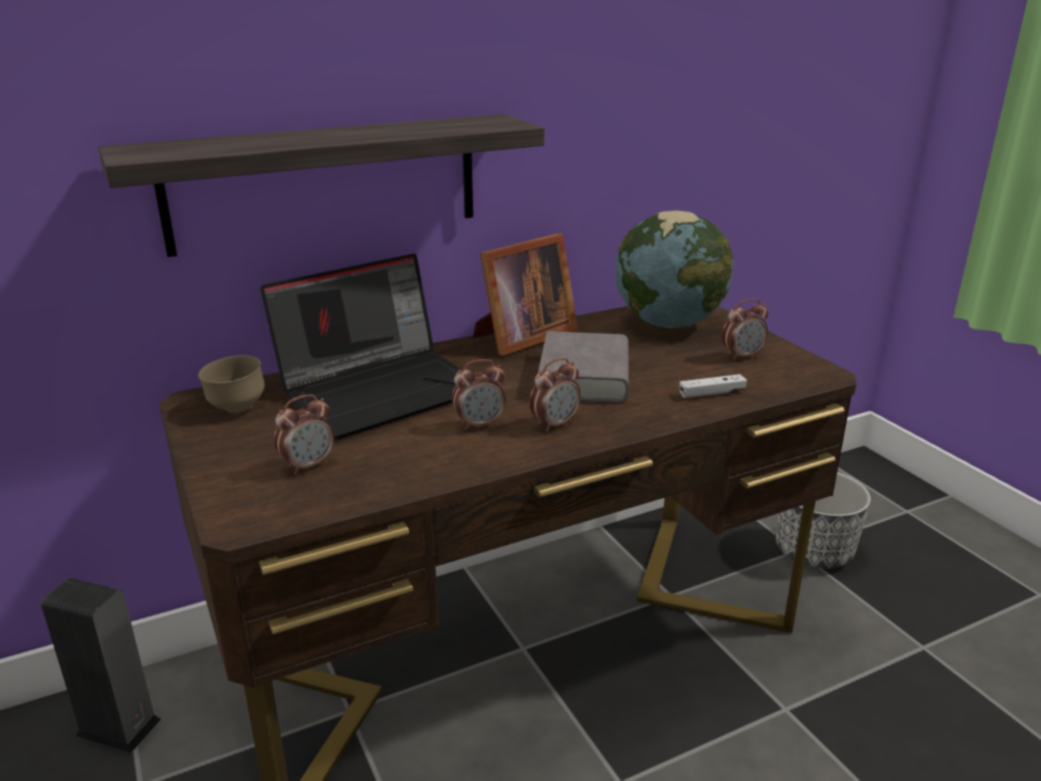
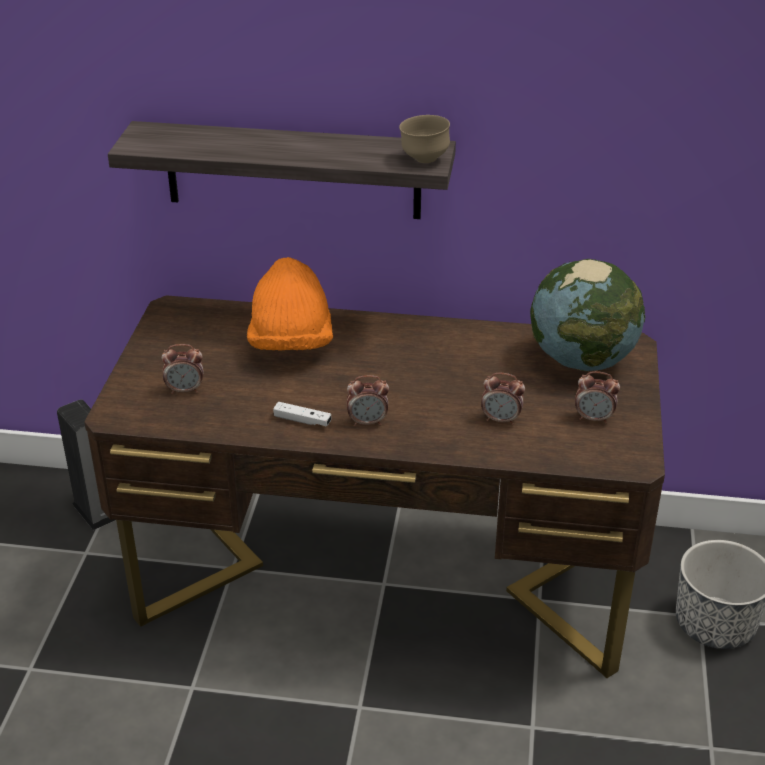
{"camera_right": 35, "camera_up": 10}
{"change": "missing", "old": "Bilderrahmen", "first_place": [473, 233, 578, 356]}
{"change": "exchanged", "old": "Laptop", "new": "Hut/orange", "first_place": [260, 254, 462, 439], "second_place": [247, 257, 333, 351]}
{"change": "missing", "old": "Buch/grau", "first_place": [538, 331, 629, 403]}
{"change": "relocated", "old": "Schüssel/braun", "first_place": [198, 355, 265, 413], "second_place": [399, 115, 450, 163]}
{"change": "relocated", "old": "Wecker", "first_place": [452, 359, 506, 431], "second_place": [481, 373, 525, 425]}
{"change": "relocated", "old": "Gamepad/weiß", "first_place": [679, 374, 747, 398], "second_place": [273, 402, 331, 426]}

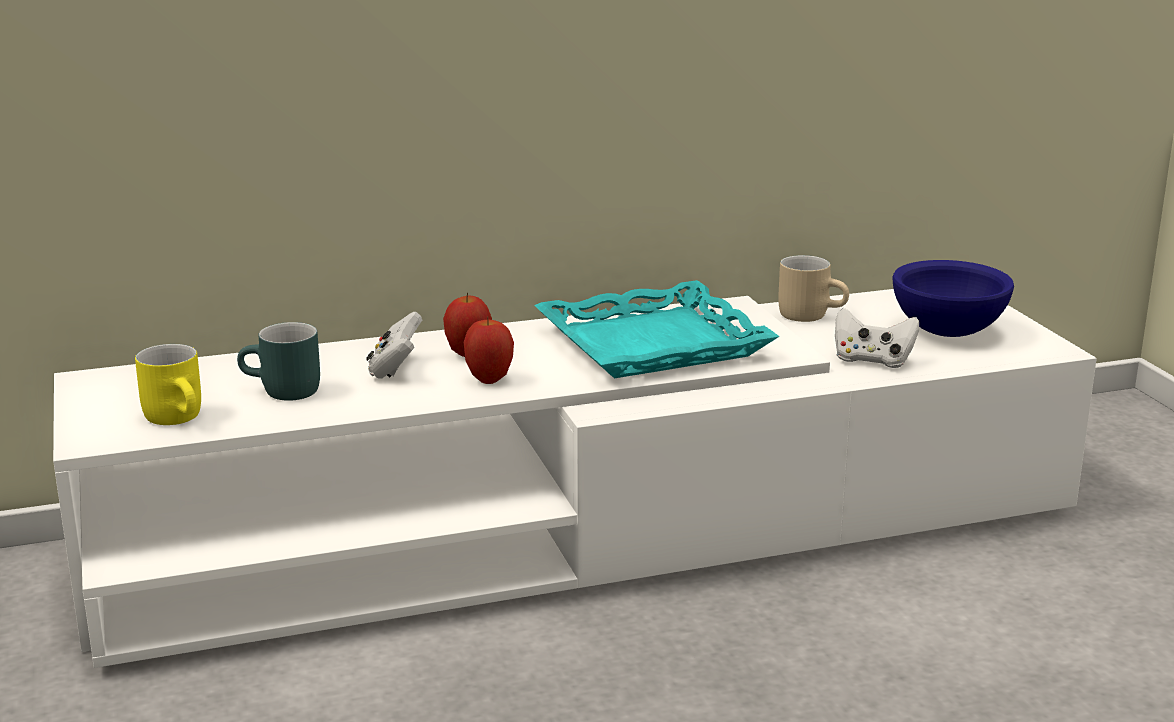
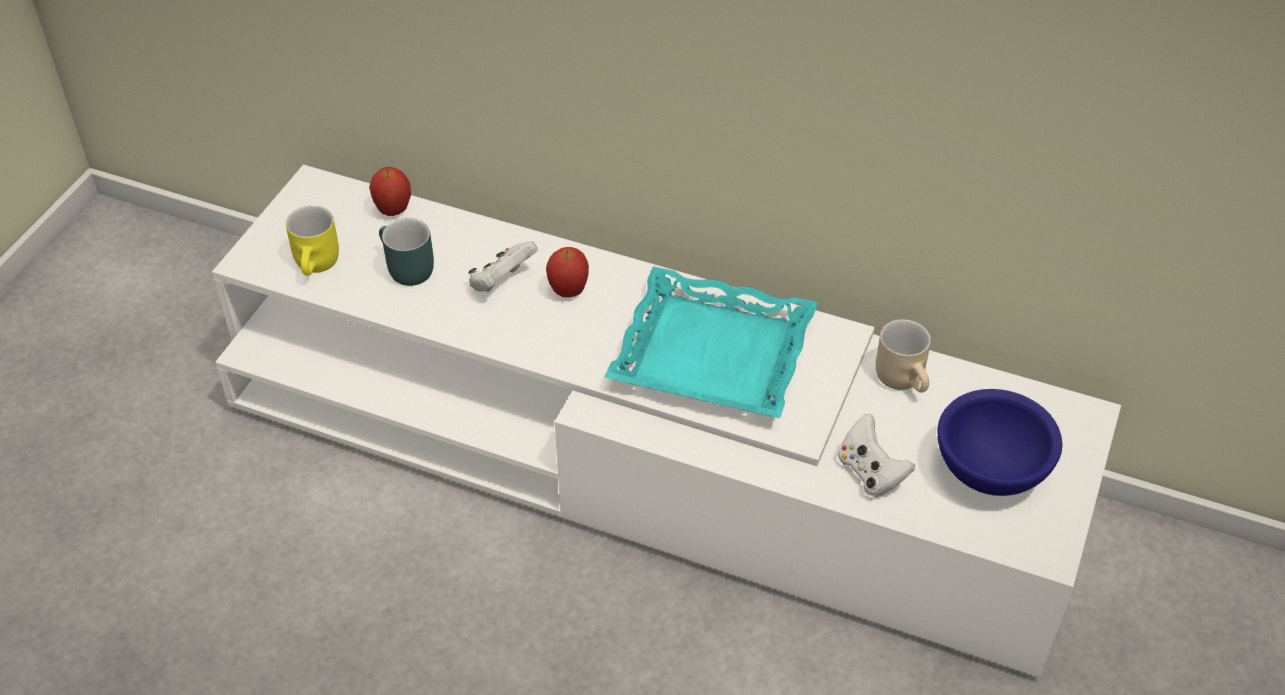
{"camera_right": 40, "camera_up": 25}
{"change": "relocated", "old": "Apfel", "first_place": [464, 317, 514, 384], "second_place": [369, 167, 411, 216]}

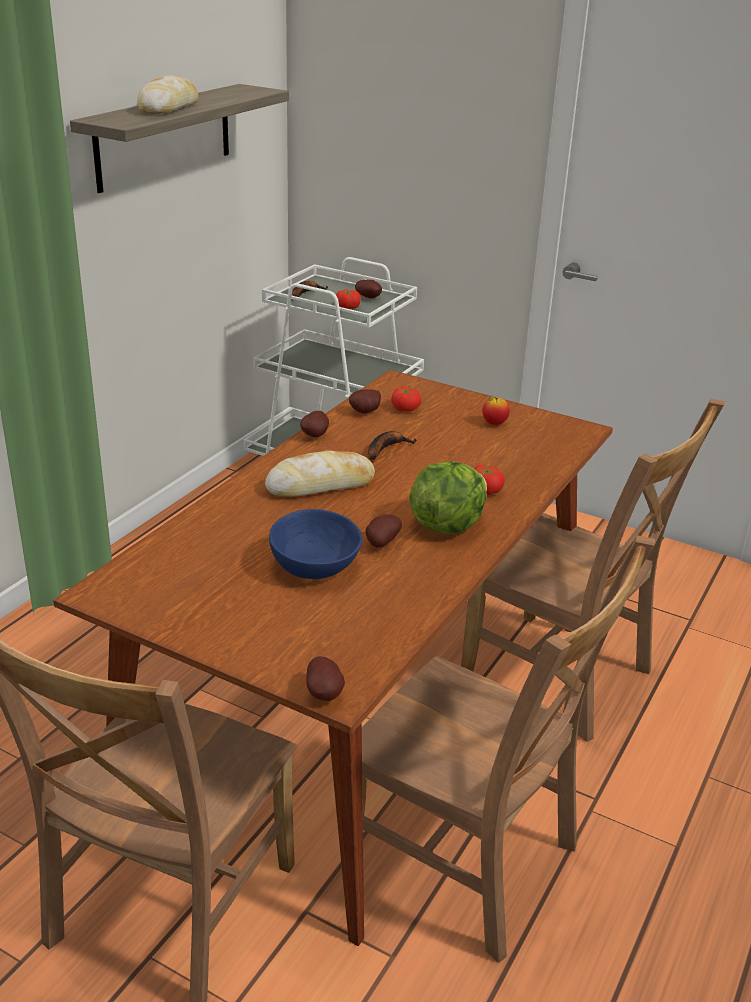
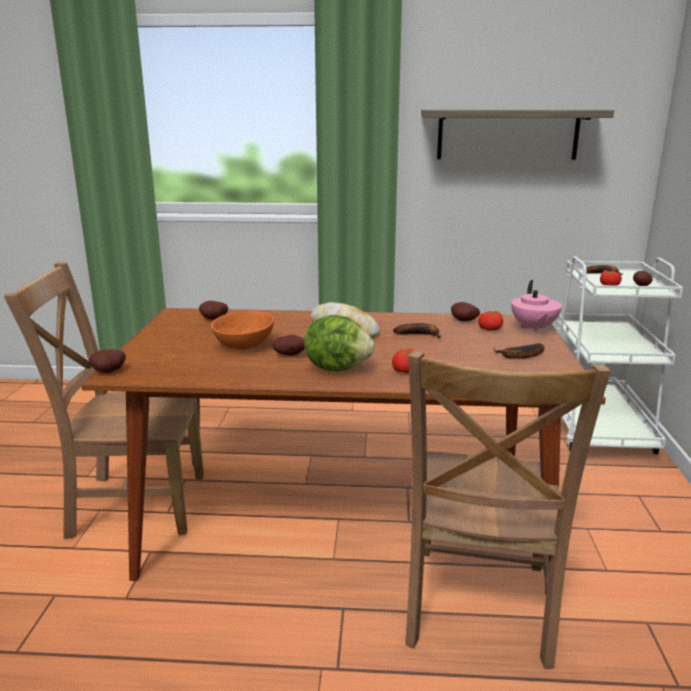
{"camera_right": 65, "camera_up": -10}
{"change": "missing", "old": "Brot", "first_place": [137, 75, 199, 114]}
{"change": "exchanged", "old": "Apfel", "new": "Banane", "first_place": [482, 395, 510, 425], "second_place": [493, 343, 545, 359]}
{"change": "relocated", "old": "Kartoffel", "first_place": [300, 411, 329, 437], "second_place": [199, 301, 228, 320]}
{"change": "colour", "old": "Schüssel/blau", "new": "Schüssel/orange", "first_place": [269, 509, 362, 579], "second_place": [211, 311, 274, 350]}
{"change": "missing", "old": "Stuhl/braun", "first_place": [341, 535, 655, 963]}
{"change": "appeared", "new": "Teekanne/rosa", "second_place": [511, 280, 562, 332]}

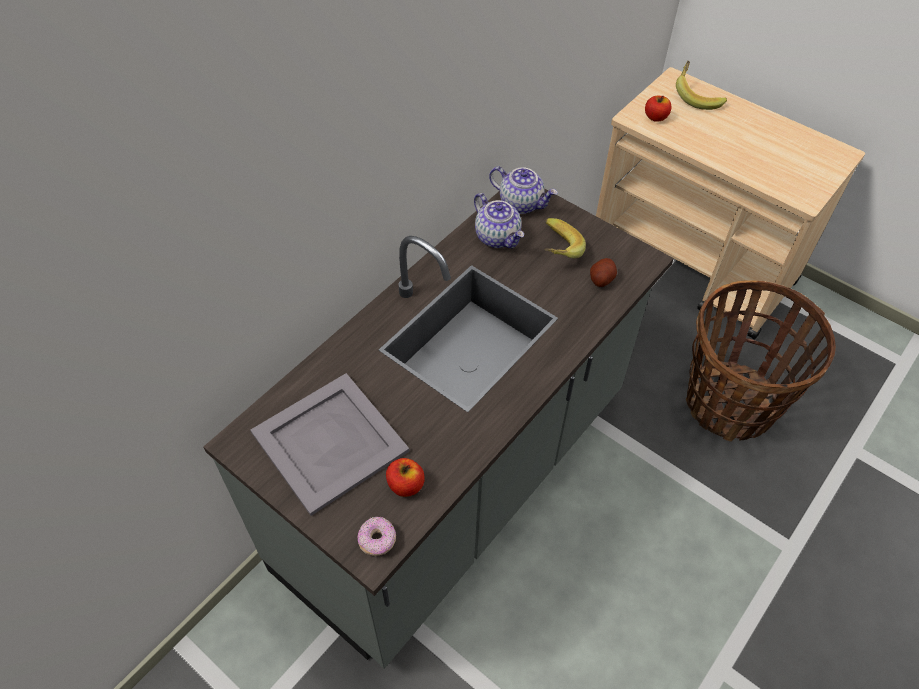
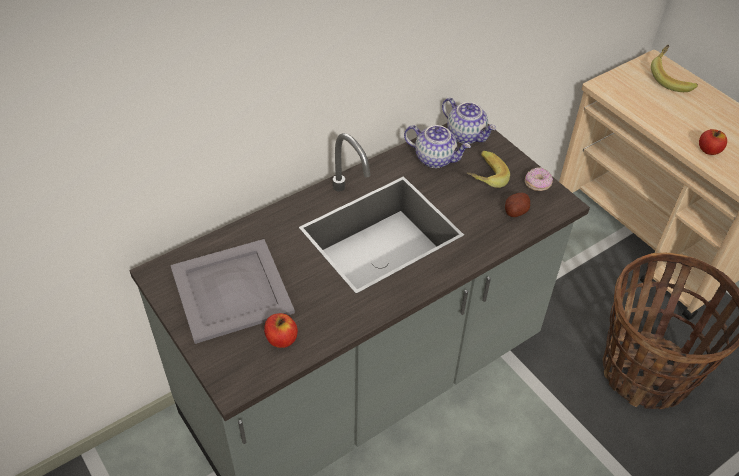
{"camera_right": 15, "camera_up": -5}
{"change": "relocated", "old": "Apfel", "first_place": [645, 96, 671, 122], "second_place": [699, 129, 727, 155]}
{"change": "spun", "old": "Teekanne", "first_place": [474, 193, 524, 248], "second_place": [404, 125, 471, 168], "degrees": -45}
{"change": "relocated", "old": "Donut", "first_place": [358, 516, 396, 556], "second_place": [525, 167, 553, 191]}

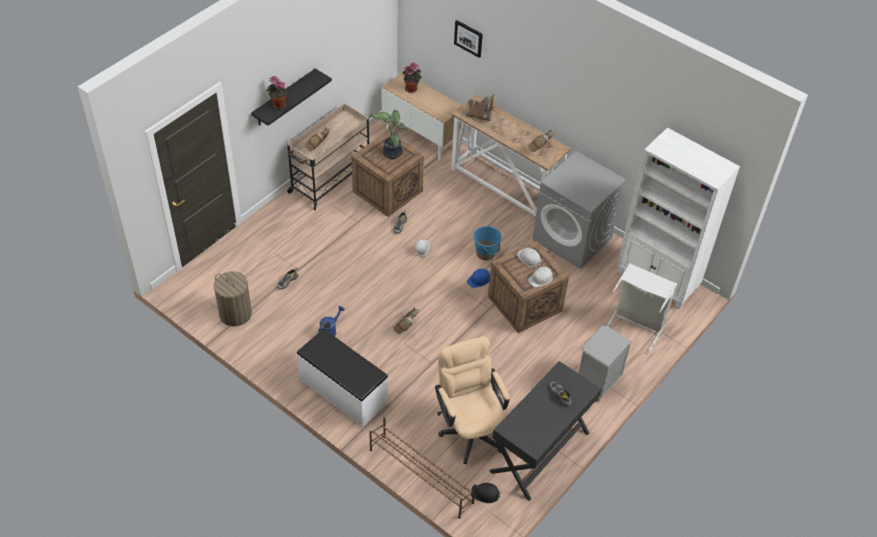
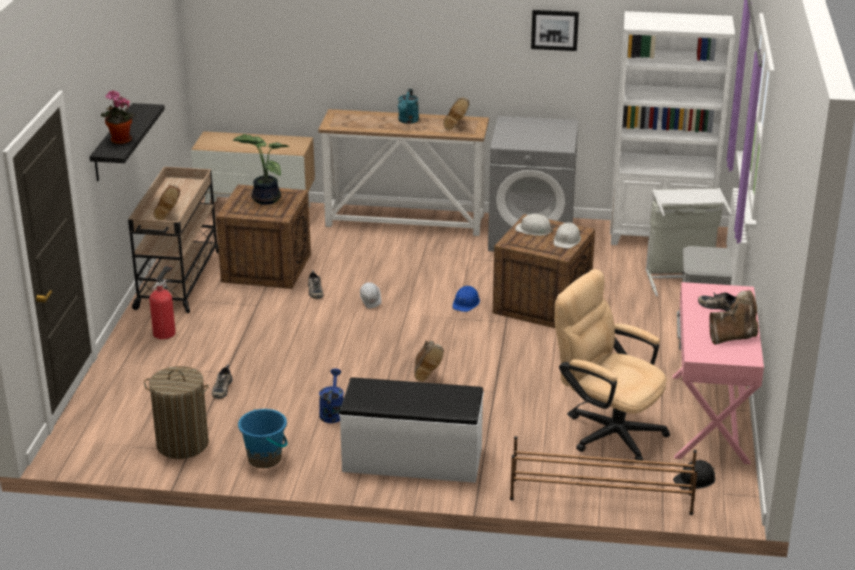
{"camera_right": -30, "camera_up": -20}
{"change": "relocated", "old": "Bild", "first_place": [454, 20, 483, 58], "second_place": [531, 10, 579, 51]}
{"change": "missing", "old": "Topfpflanze", "first_place": [403, 63, 422, 93]}
{"change": "relocated", "old": "Stiefel/braun", "first_place": [466, 94, 496, 121], "second_place": [709, 290, 758, 345]}
{"change": "relocated", "old": "Eimer/blau", "first_place": [473, 225, 502, 260], "second_place": [238, 409, 288, 468]}
{"change": "colour", "old": "Schreibtisch/schwarz", "new": "Schreibtisch/rosa", "first_place": [489, 361, 601, 501], "second_place": [672, 282, 764, 464]}
{"change": "appeared", "new": "Gießkanne/türkis", "second_place": [398, 89, 419, 124]}
{"change": "appeared", "new": "Feuerlöscher", "second_place": [149, 266, 176, 339]}

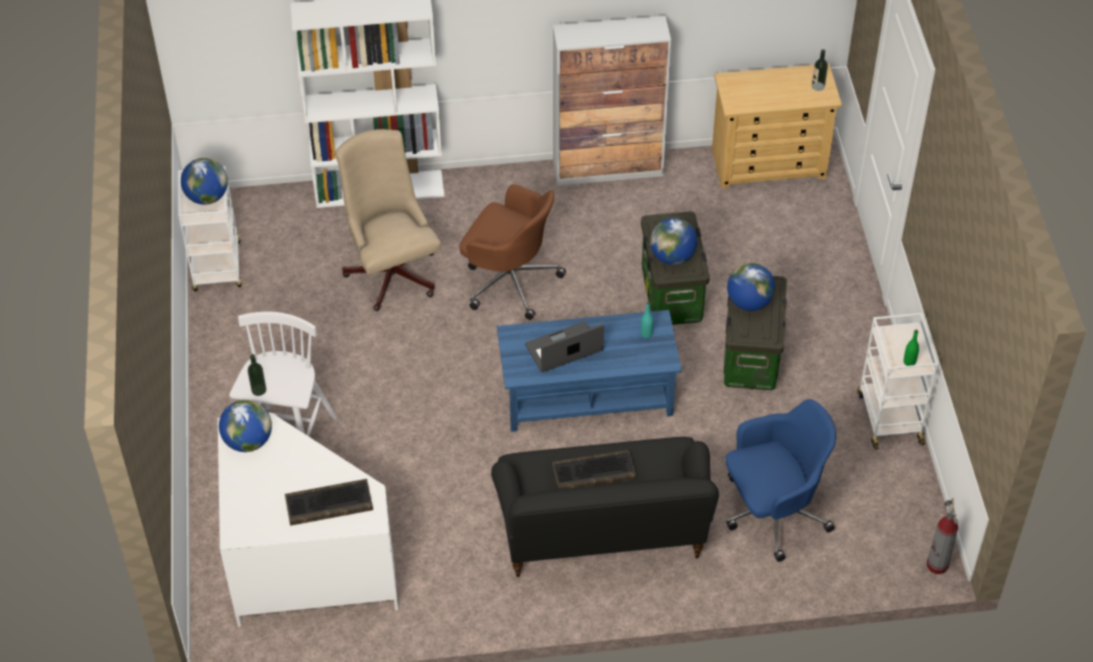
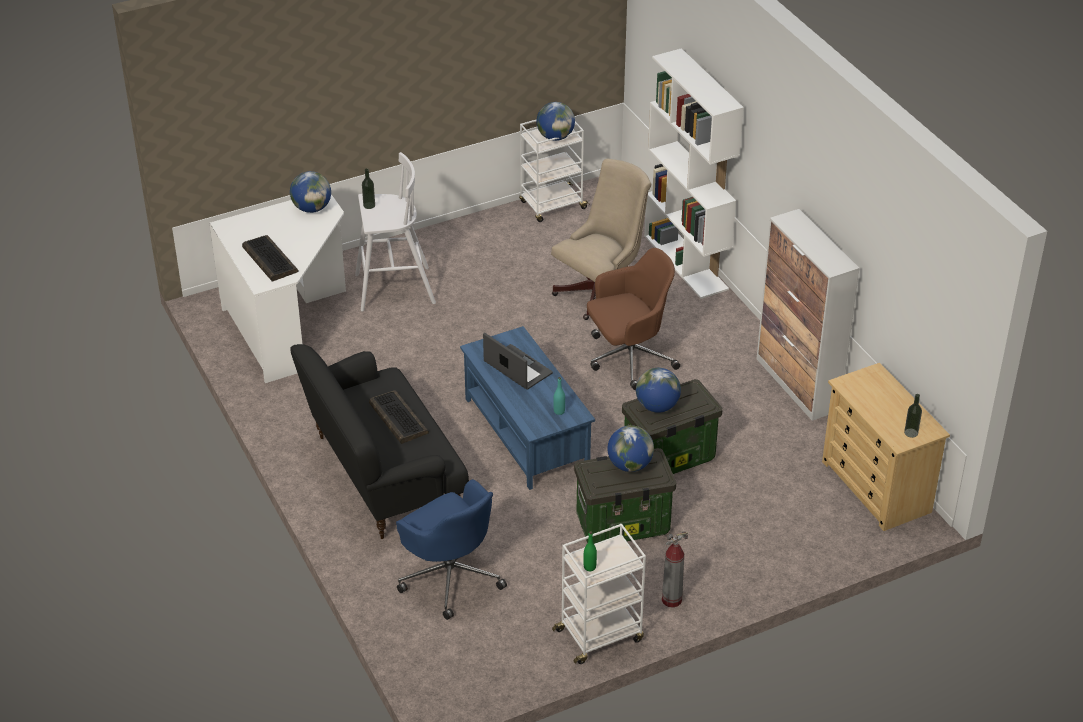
{"camera_right": 70, "camera_up": -10}
{"change": "spun", "old": "Bürostuhl/braun", "first_place": [459, 184, 566, 320], "second_place": [587, 248, 680, 390], "degrees": -120}
{"change": "relocated", "old": "Feuerlöscher", "first_place": [927, 498, 958, 574], "second_place": [662, 531, 688, 608]}

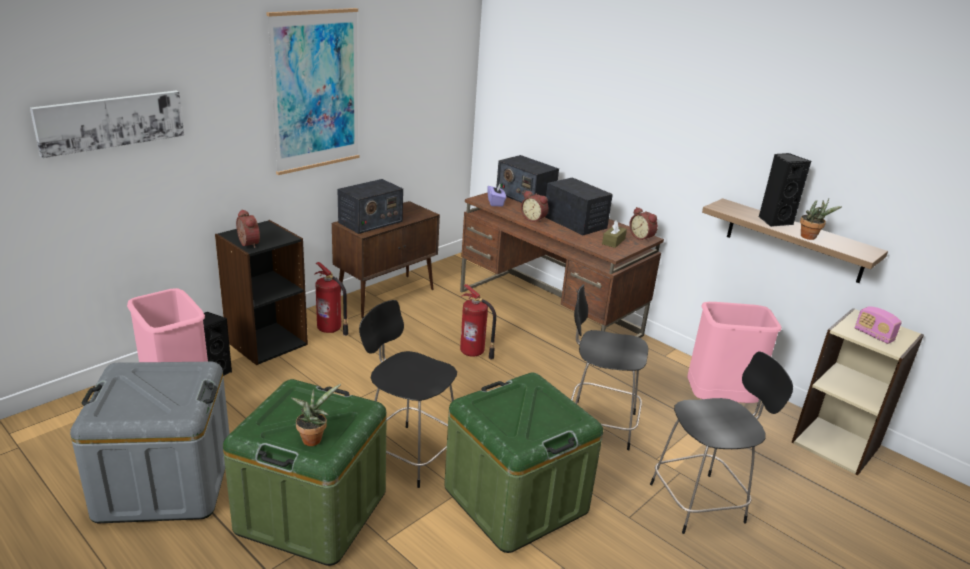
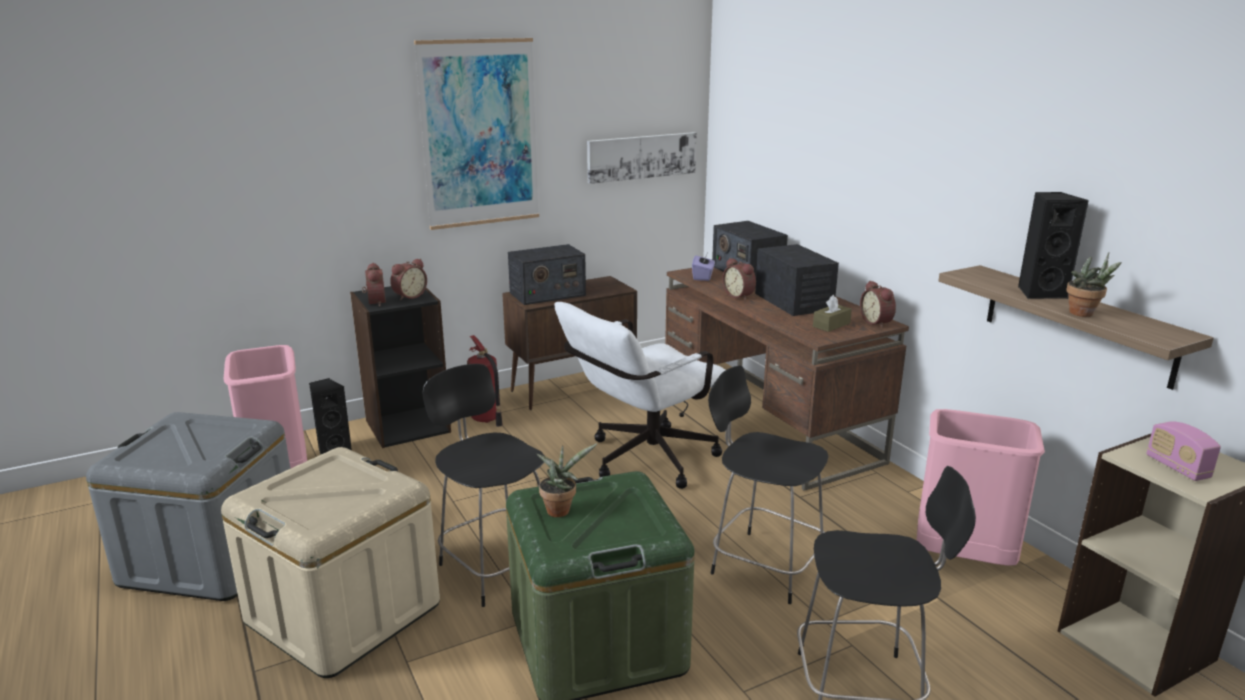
{"camera_right": 20, "camera_up": -5}
{"change": "relocated", "old": "Bild", "first_place": [30, 90, 184, 158], "second_place": [587, 132, 697, 184]}
{"change": "exchanged", "old": "Feuerlöscher", "new": "Bürostuhl/weiß", "first_place": [460, 284, 496, 360], "second_place": [555, 302, 726, 489]}
{"change": "colour", "old": "Aufbewahrungsbox/grün", "new": "Aufbewahrungsbox/beige", "first_place": [223, 379, 387, 566], "second_place": [221, 447, 440, 678]}
{"change": "relocated", "old": "Topfpflanze", "first_place": [291, 384, 341, 446], "second_place": [537, 444, 597, 517]}
{"change": "appeared", "new": "Wecker", "second_place": [390, 258, 427, 300]}

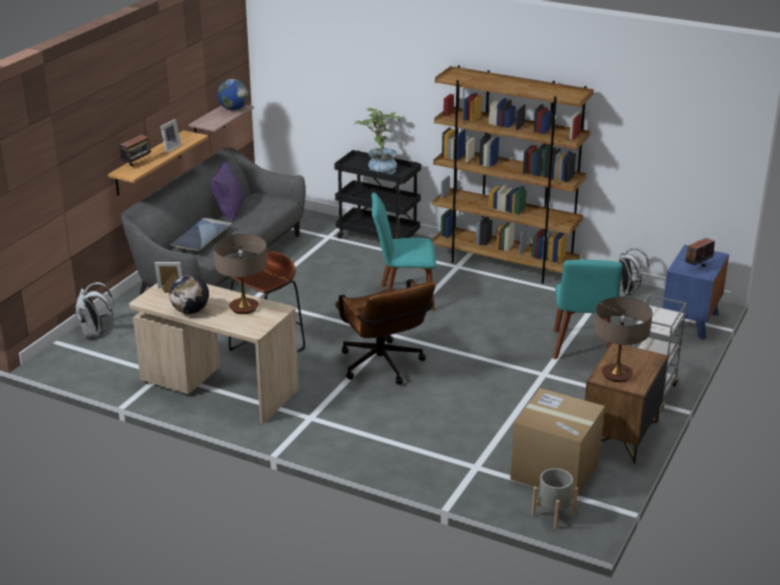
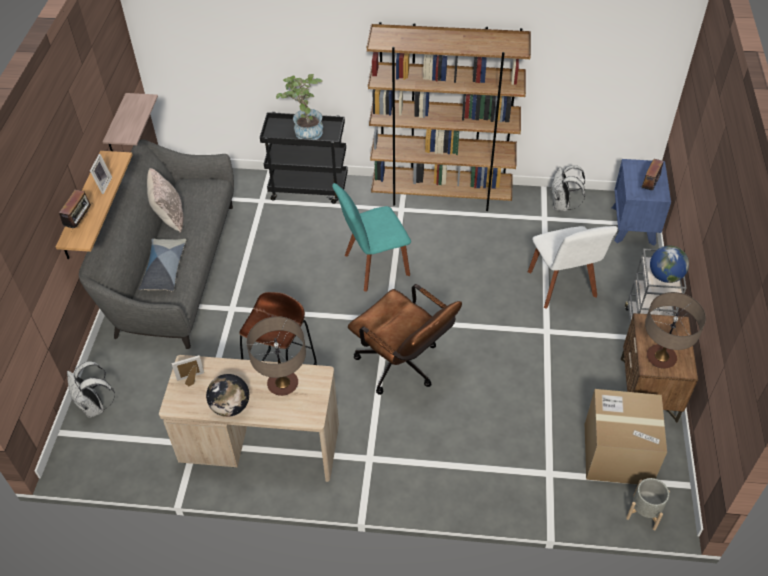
{"camera_right": -20, "camera_up": 20}
{"change": "relocated", "old": "Globus", "first_place": [217, 79, 249, 110], "second_place": [650, 246, 689, 283]}
{"change": "colour", "old": "Kissen/lila", "new": "Kissen/beige", "first_place": [211, 162, 244, 222], "second_place": [147, 168, 183, 232]}
{"change": "colour", "old": "Stuhl/türkis", "new": "Stuhl/weiß", "first_place": [553, 259, 622, 359], "second_place": [528, 226, 618, 309]}

